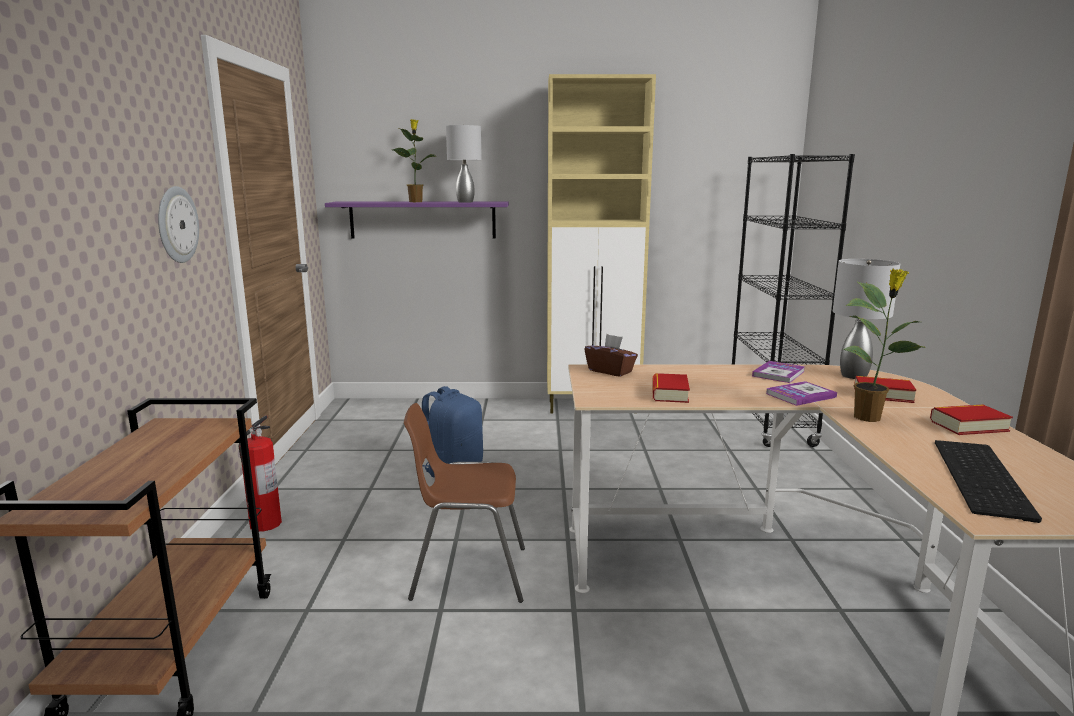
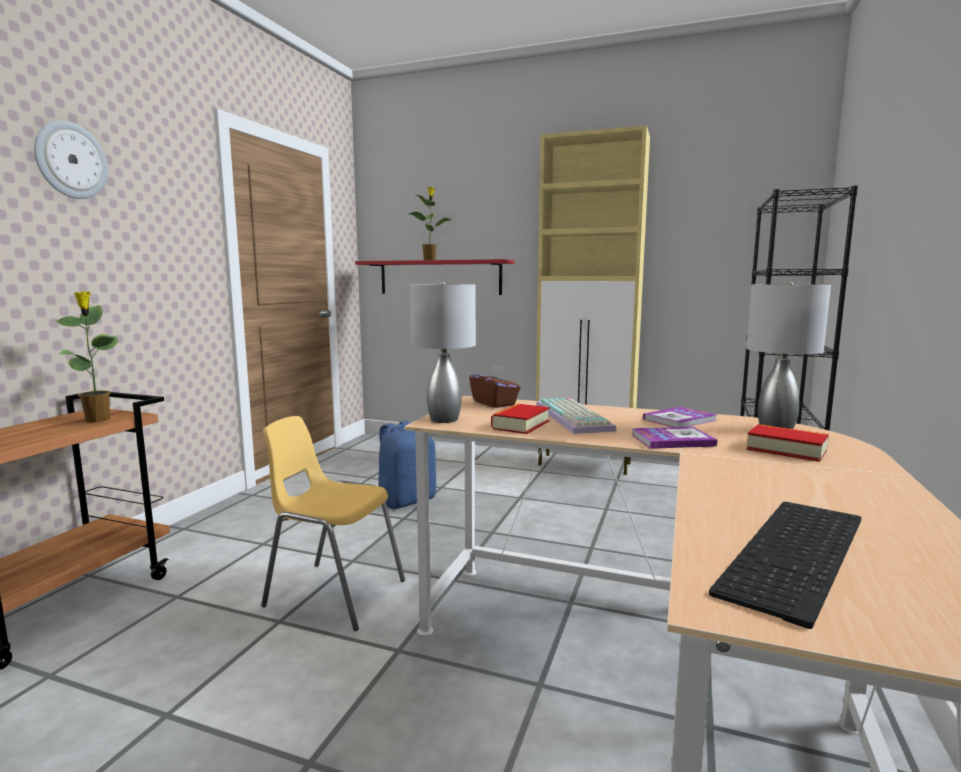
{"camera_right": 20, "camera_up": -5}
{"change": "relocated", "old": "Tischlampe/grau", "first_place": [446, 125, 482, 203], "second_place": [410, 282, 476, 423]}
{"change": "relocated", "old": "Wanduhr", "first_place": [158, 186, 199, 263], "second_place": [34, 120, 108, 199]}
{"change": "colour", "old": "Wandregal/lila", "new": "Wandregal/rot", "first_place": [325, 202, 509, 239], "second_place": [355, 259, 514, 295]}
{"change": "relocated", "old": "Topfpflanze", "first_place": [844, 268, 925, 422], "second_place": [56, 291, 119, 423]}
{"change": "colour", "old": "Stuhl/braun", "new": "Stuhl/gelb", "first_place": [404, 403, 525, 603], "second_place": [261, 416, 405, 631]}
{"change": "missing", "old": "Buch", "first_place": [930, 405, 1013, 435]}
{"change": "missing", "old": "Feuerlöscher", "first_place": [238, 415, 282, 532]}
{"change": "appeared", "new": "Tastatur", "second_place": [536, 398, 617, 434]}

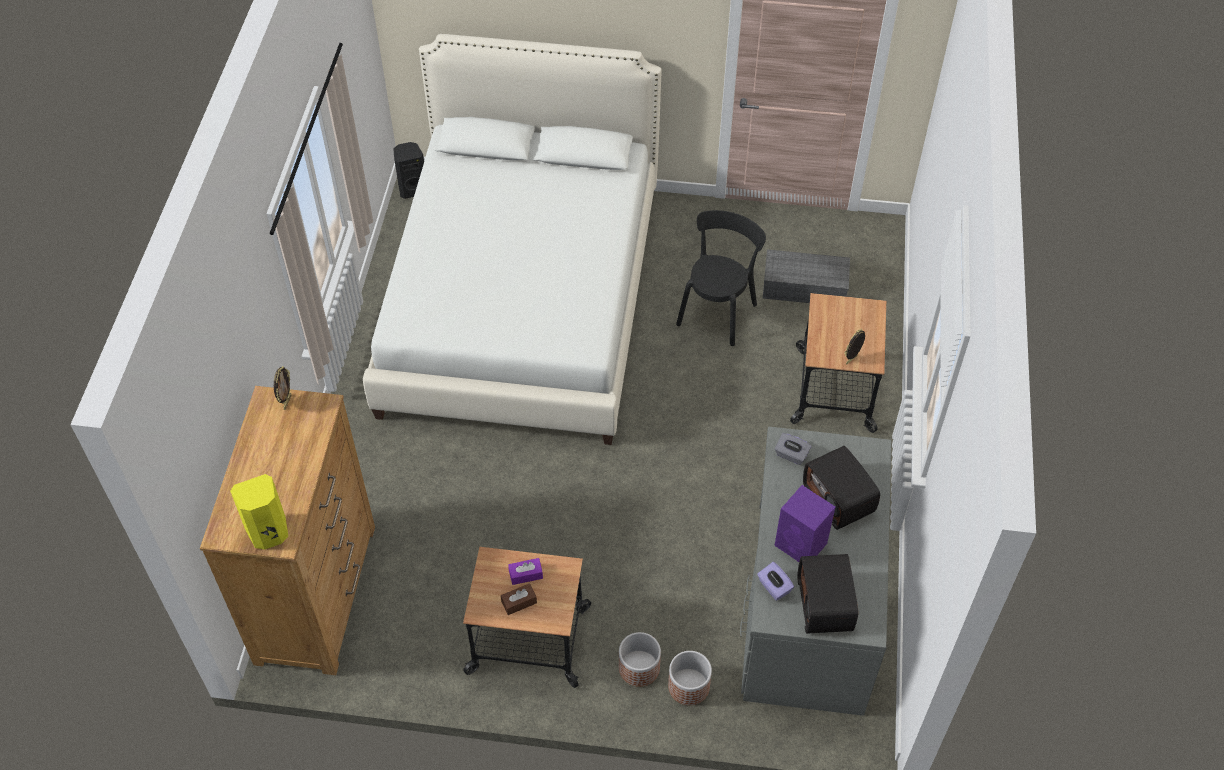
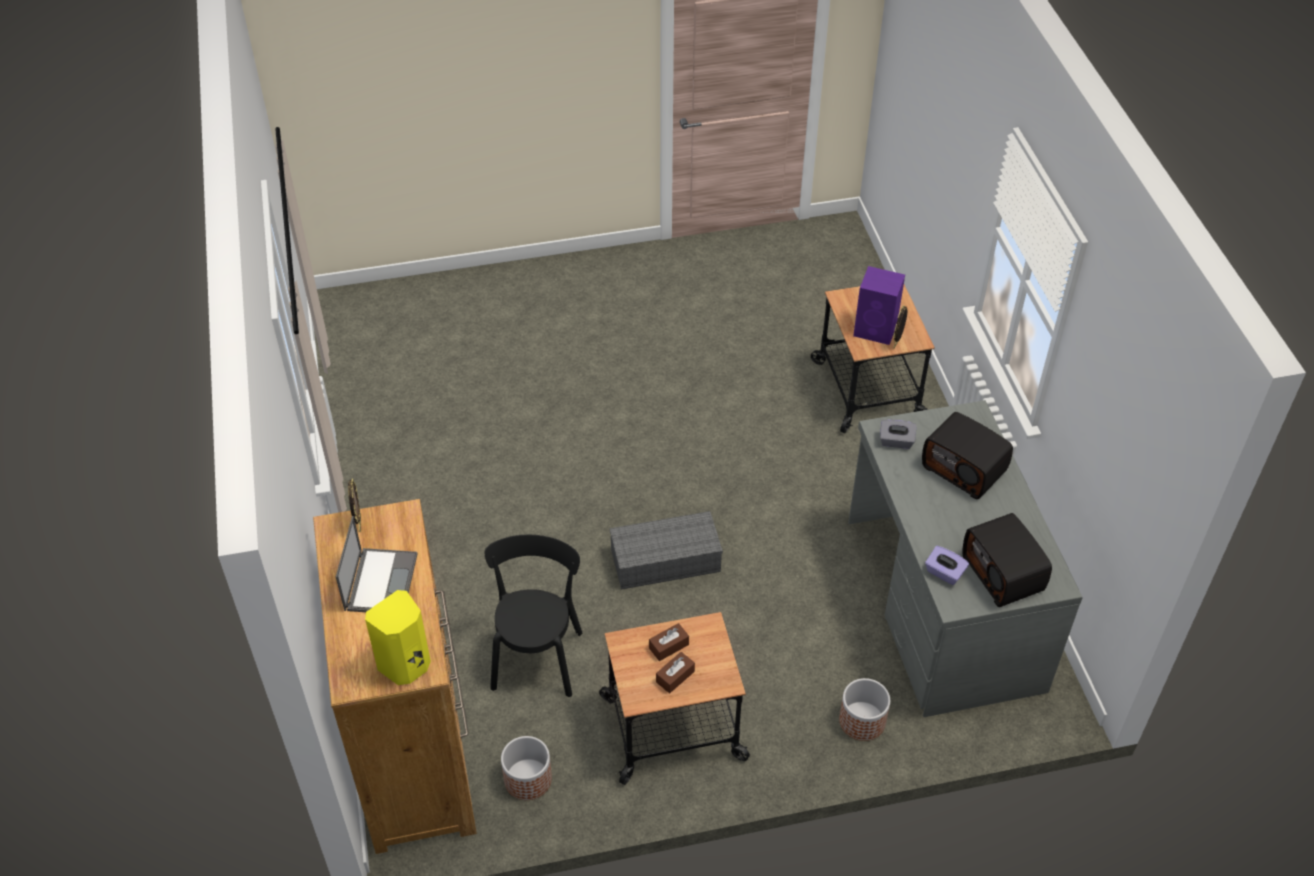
{"camera_right": -20, "camera_up": -5}
{"change": "missing", "old": "Bett/weiß", "first_place": [363, 34, 662, 445]}
{"change": "missing", "old": "Lautsprecher/schwarz", "first_place": [393, 142, 424, 199]}
{"change": "relocated", "old": "Stuhl/schwarz", "first_place": [676, 210, 766, 346], "second_place": [485, 535, 582, 697]}
{"change": "relocated", "old": "Aufbewahrungsbox/grau", "first_place": [763, 249, 850, 303], "second_place": [609, 511, 723, 590]}
{"change": "relocated", "old": "Lautsprecher/lila", "first_place": [774, 485, 836, 562], "second_place": [853, 266, 905, 345]}
{"change": "colour", "old": "Taschentuchbox/lila", "new": "Taschentuchbox/braun", "first_place": [508, 558, 543, 585], "second_place": [649, 623, 689, 661]}
{"change": "relocated", "old": "Pflanzkübel", "first_place": [619, 632, 661, 687], "second_place": [501, 736, 552, 800]}
{"change": "appeared", "new": "Laptop", "second_place": [336, 516, 418, 612]}

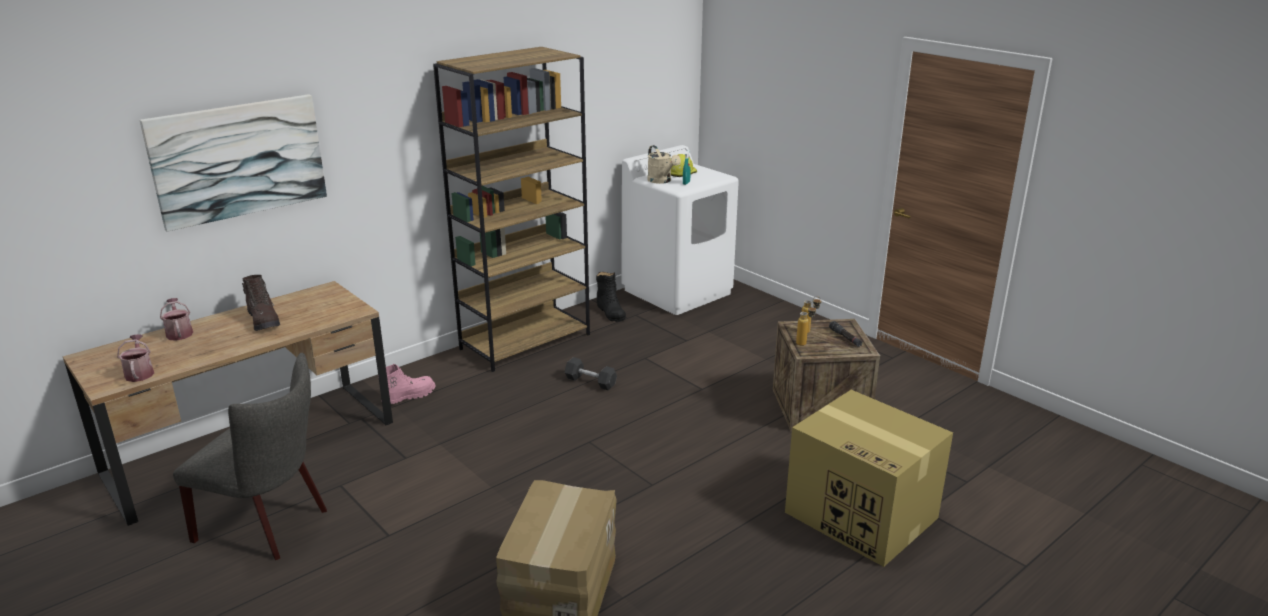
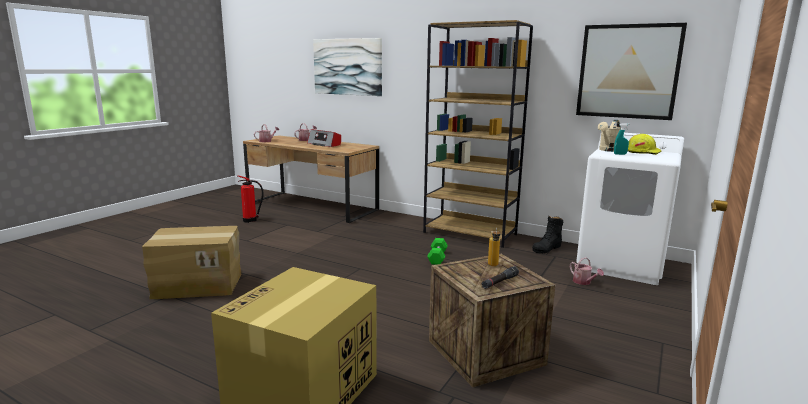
{"camera_right": 70, "camera_up": -10}
{"change": "exchanged", "old": "Stiefel/braun", "new": "Radio", "first_place": [242, 275, 280, 331], "second_place": [307, 129, 341, 147]}
{"change": "missing", "old": "Flasche", "first_place": [796, 305, 816, 346]}
{"change": "exchanged", "old": "Stuhl/grau", "new": "Feuerlöscher", "first_place": [173, 353, 327, 560], "second_place": [238, 175, 264, 223]}
{"change": "colour", "old": "Hantel/grau", "new": "Hantel/grün", "first_place": [565, 357, 617, 390], "second_place": [427, 238, 448, 265]}
{"change": "missing", "old": "Stiefel/rosa", "first_place": [378, 364, 436, 404]}
{"change": "appeared", "new": "Bild", "second_place": [576, 23, 687, 120]}
{"change": "appeared", "new": "Gießkanne", "second_place": [570, 257, 604, 285]}

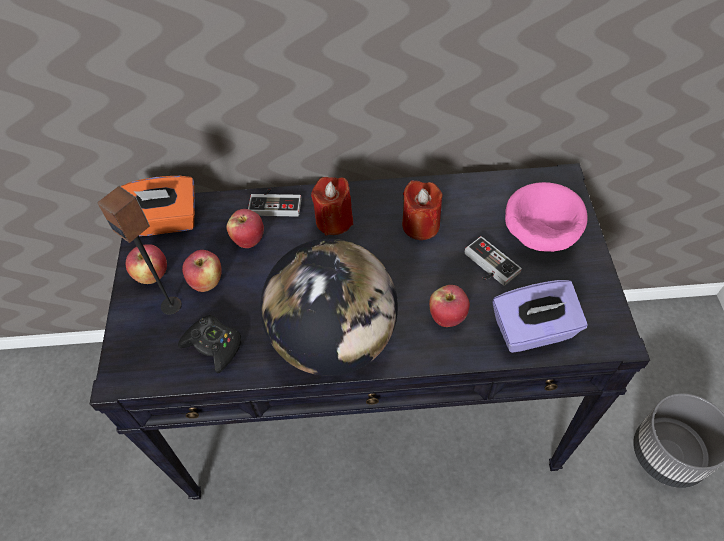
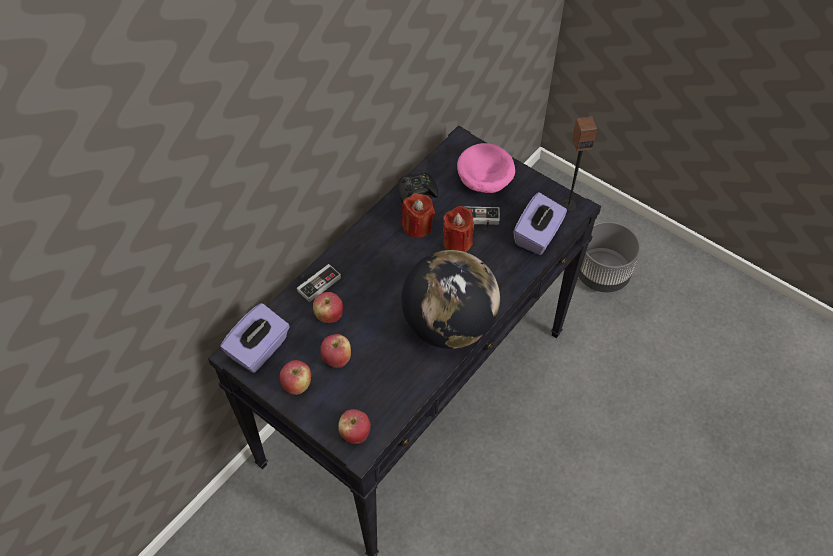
{"camera_right": -50, "camera_up": 0}
{"change": "colour", "old": "Taschentuchbox/orange", "new": "Taschentuchbox/lila", "first_place": [121, 176, 195, 236], "second_place": [220, 303, 290, 373]}
{"change": "relocated", "old": "Kerze/rot", "first_place": [311, 177, 353, 236], "second_place": [443, 206, 474, 252]}
{"change": "relocated", "old": "Lautsprecher", "first_place": [97, 186, 182, 315], "second_place": [561, 116, 597, 211]}
{"change": "relocated", "old": "Apfel", "first_place": [429, 285, 470, 327], "second_place": [338, 409, 371, 444]}
{"change": "relocated", "old": "Gamepad/schwarz", "first_place": [178, 315, 241, 373], "second_place": [398, 172, 438, 204]}

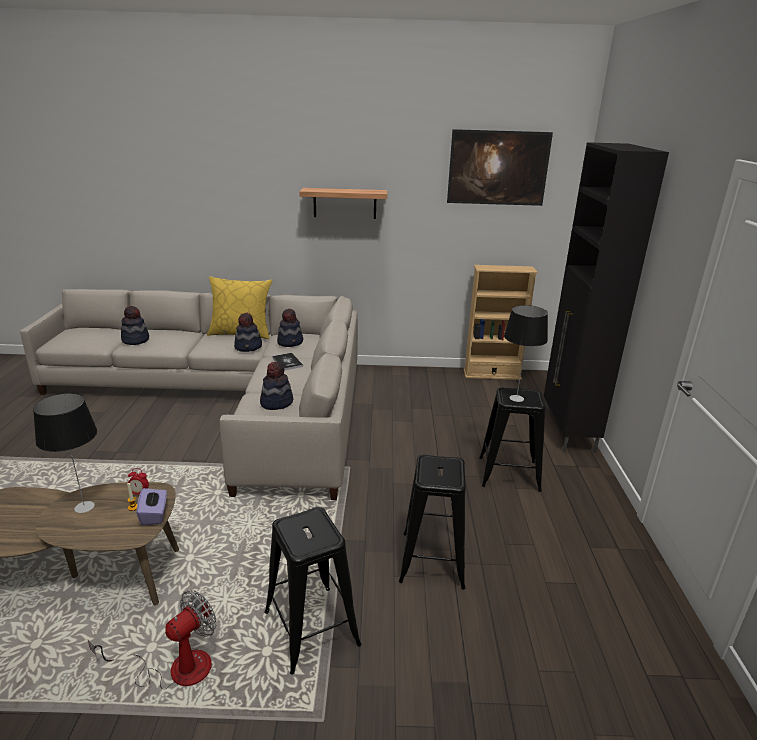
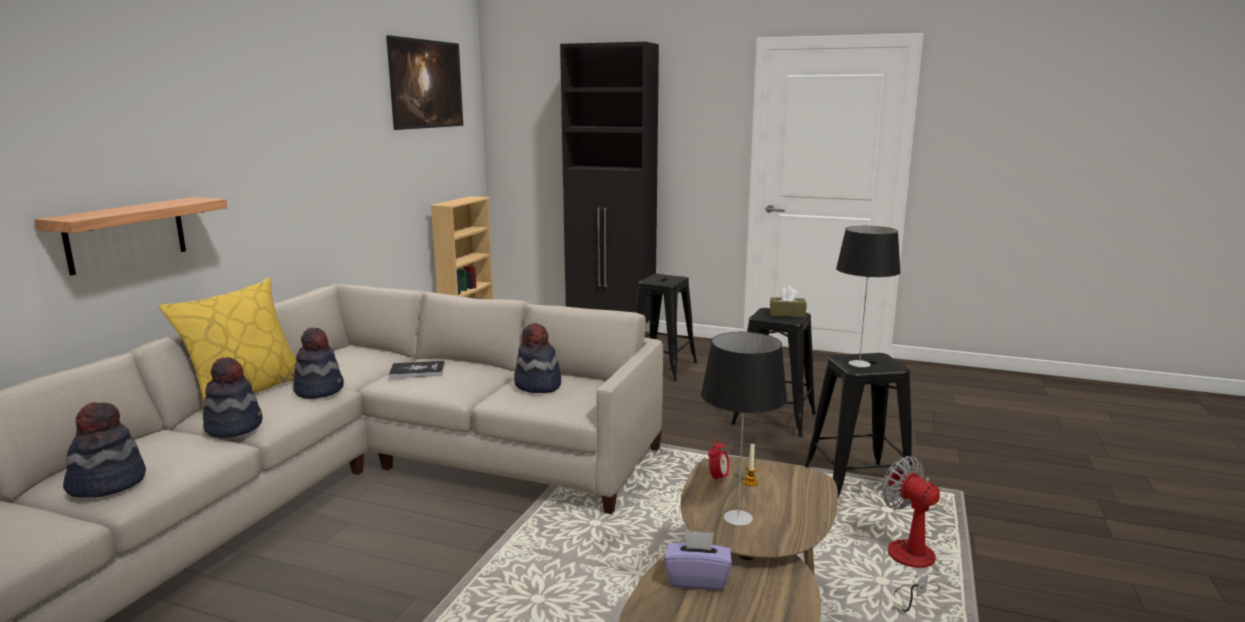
{"camera_right": -70, "camera_up": -10}
{"change": "relocated", "old": "Wandregal", "first_place": [299, 188, 387, 219], "second_place": [34, 197, 227, 275]}
{"change": "relocated", "old": "Tischlampe", "first_place": [504, 305, 548, 402], "second_place": [836, 226, 901, 367]}
{"change": "relocated", "old": "Hut", "first_place": [277, 308, 303, 347], "second_place": [203, 357, 263, 438]}
{"change": "relocated", "old": "Taschentuchbox/lila", "first_place": [137, 488, 167, 526], "second_place": [664, 530, 732, 590]}
{"change": "appeared", "new": "Taschentuchbox/braun", "second_place": [770, 286, 806, 317]}

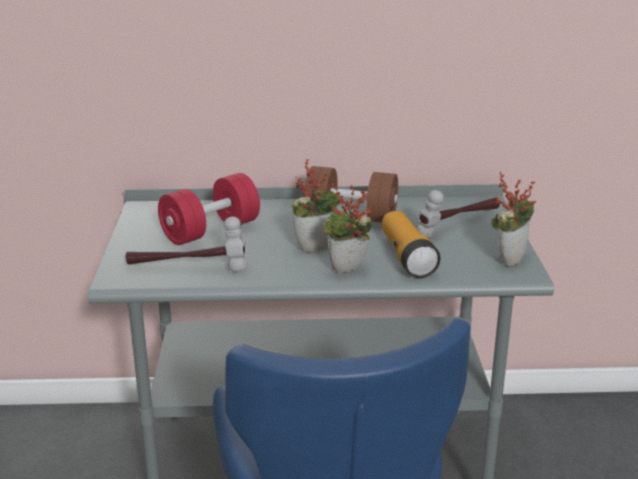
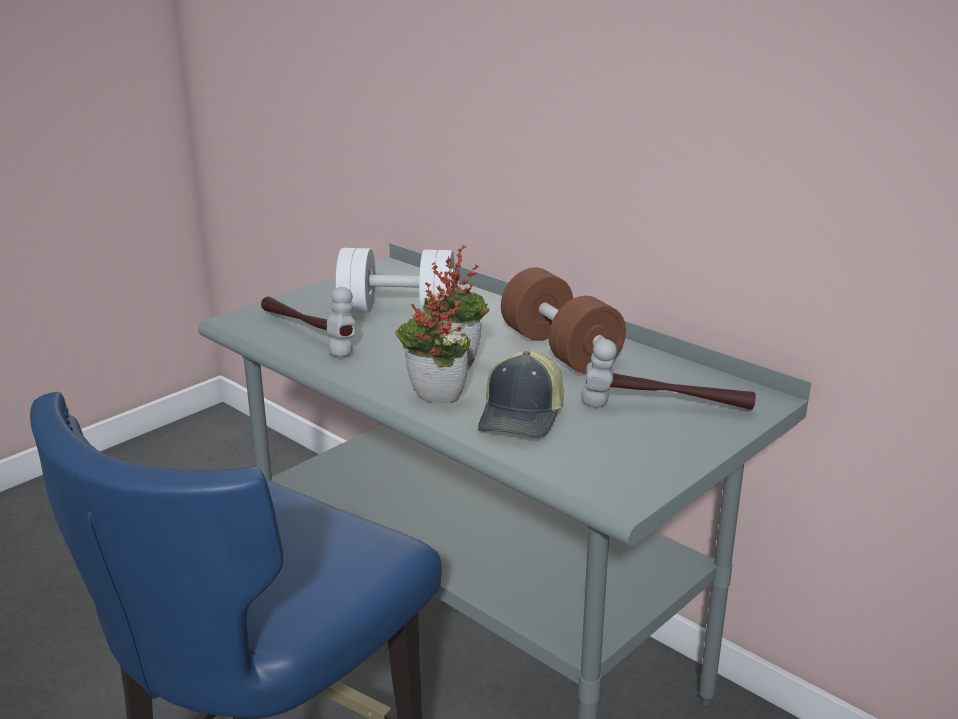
{"camera_right": 45, "camera_up": 0}
{"change": "missing", "old": "Topfpflanze", "first_place": [491, 171, 536, 266]}
{"change": "colour", "old": "Hantel/rot", "new": "Hantel/weiß", "first_place": [158, 173, 260, 245], "second_place": [336, 248, 455, 314]}
{"change": "exchanged", "old": "Taschenlampe", "new": "Kappe", "first_place": [382, 211, 441, 278], "second_place": [478, 350, 564, 438]}

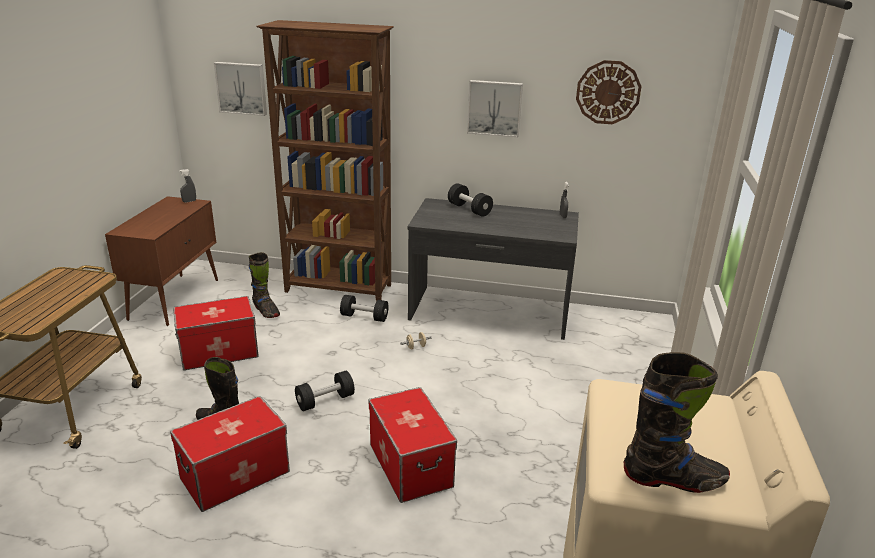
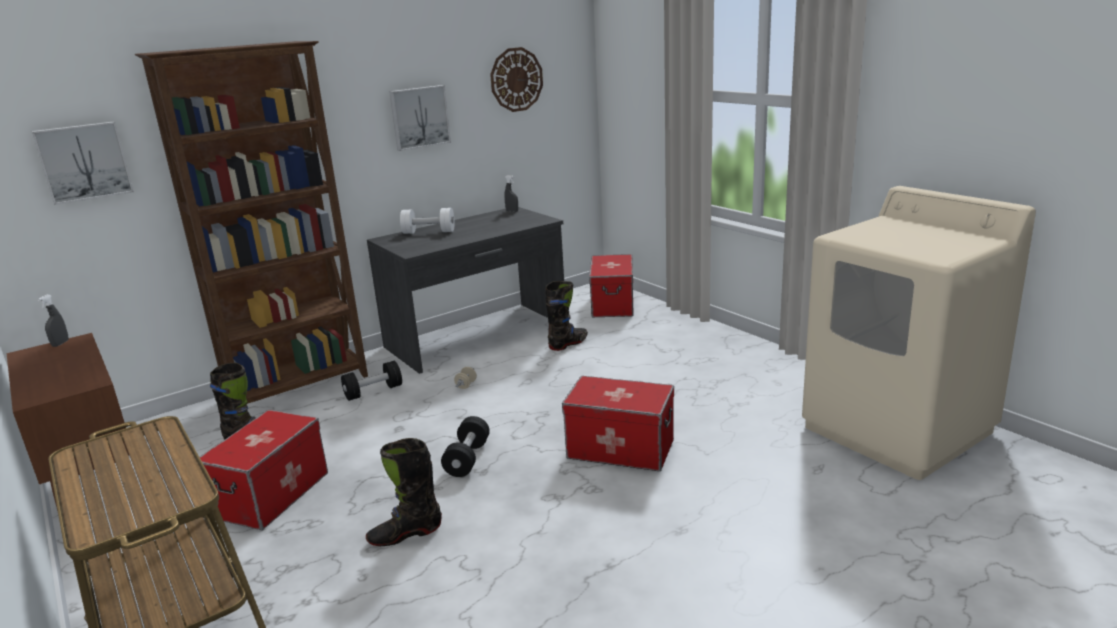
{"camera_right": -45, "camera_up": -5}
{"change": "colour", "old": "Hantel/schwarz", "new": "Hantel/weiß", "first_place": [448, 183, 493, 217], "second_place": [400, 208, 455, 234]}
{"change": "relocated", "old": "Stiefel/schwarz", "first_place": [624, 352, 730, 493], "second_place": [545, 281, 588, 351]}
{"change": "relocated", "old": "Aufbewahrungsbox", "first_place": [170, 396, 290, 512], "second_place": [589, 254, 634, 317]}

